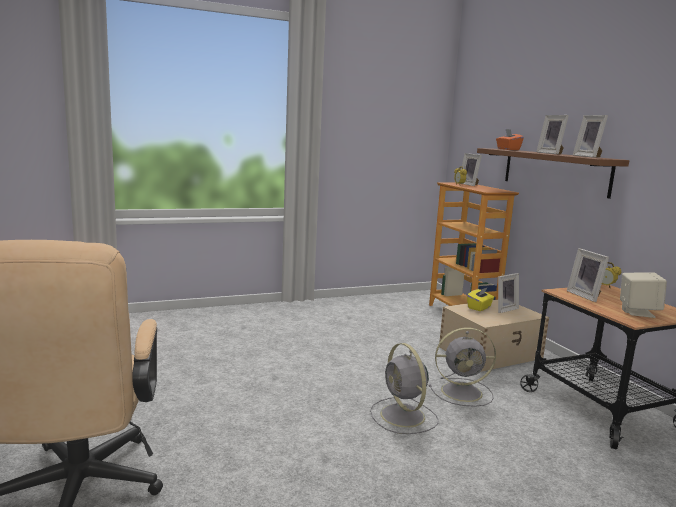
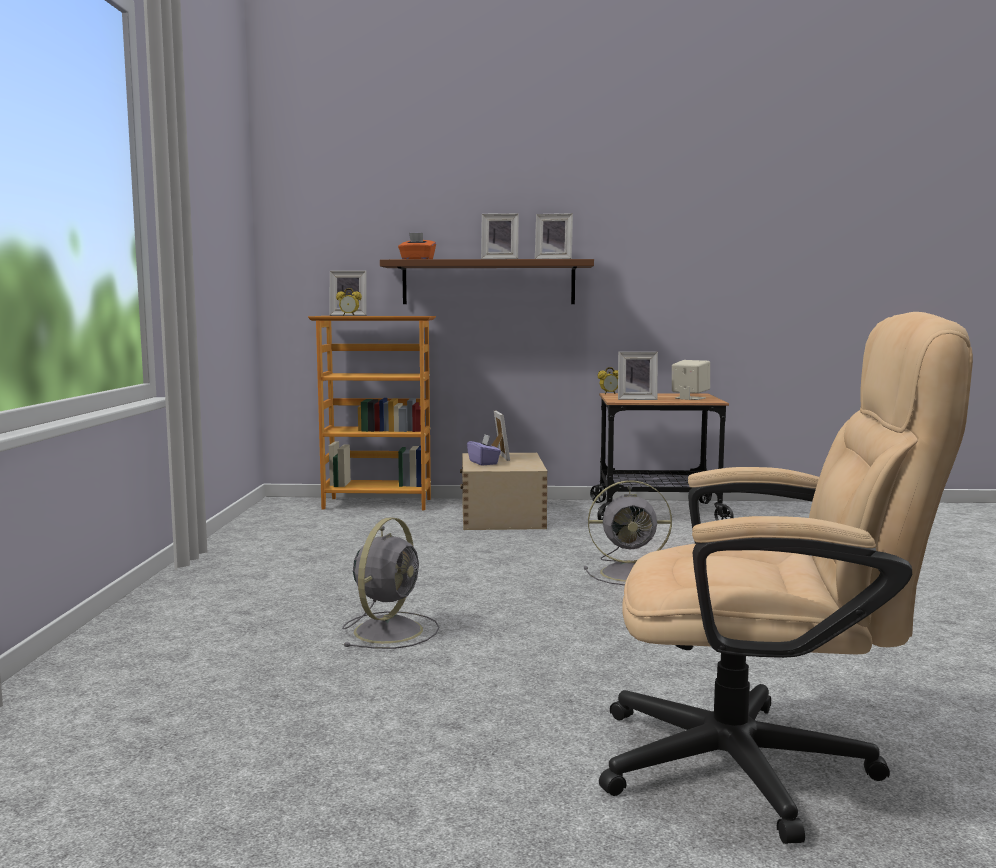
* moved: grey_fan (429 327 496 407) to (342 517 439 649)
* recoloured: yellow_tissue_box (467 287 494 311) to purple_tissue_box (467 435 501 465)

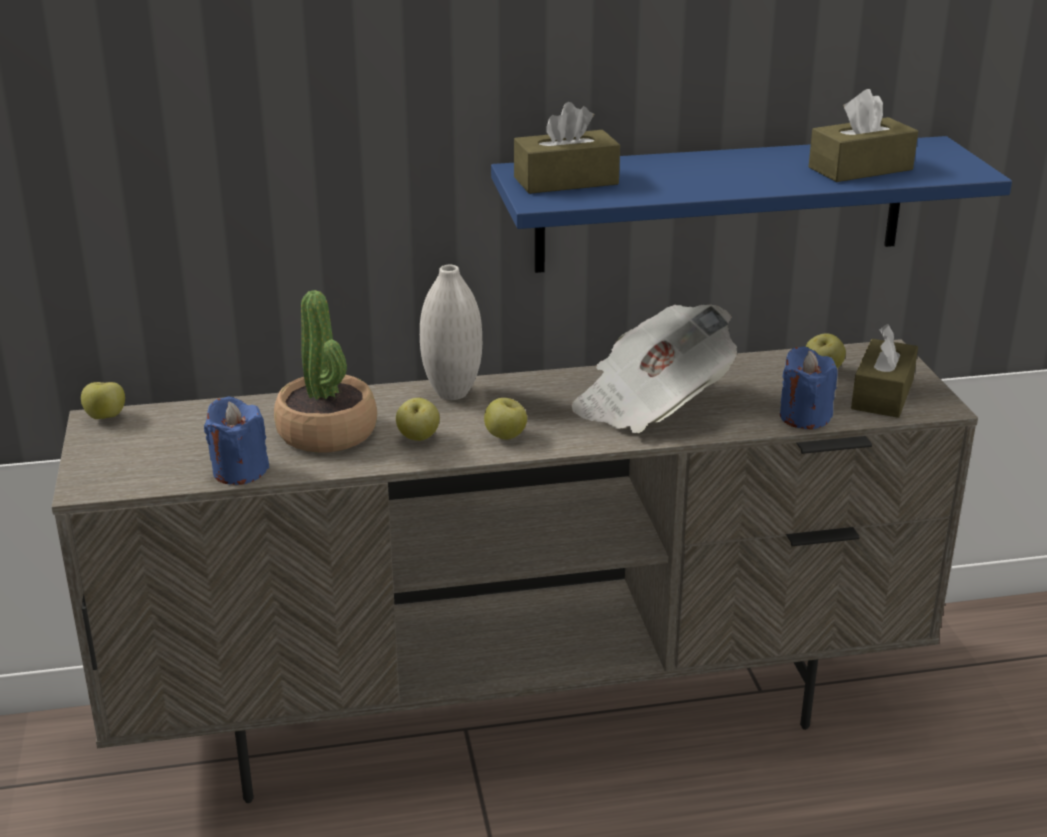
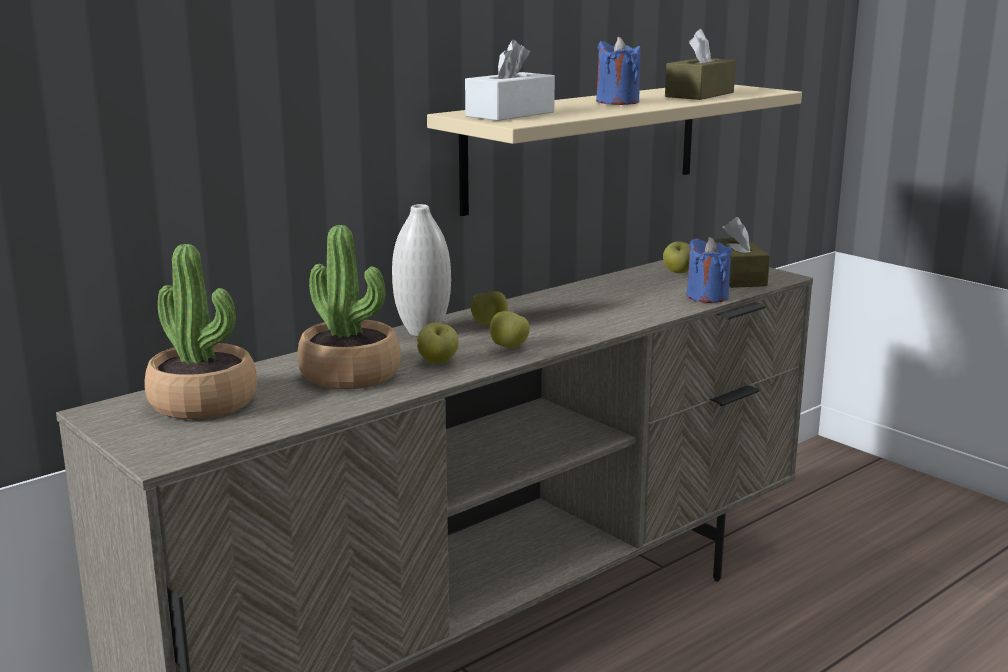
* added: potted_plant (144 244 257 419)
* recoloured: blue_shelf (491 136 1012 273) to beige_shelf (427 85 802 216)
* recoloured: brown_tissue_box (514 102 620 194) to white_tissue_box (465 40 555 121)
* moved: apple (81 382 125 419) to (470 291 508 326)
* moved: blue_candle (204 396 269 485) to (596 37 641 105)
* removed: newspaper (572 305 737 433)

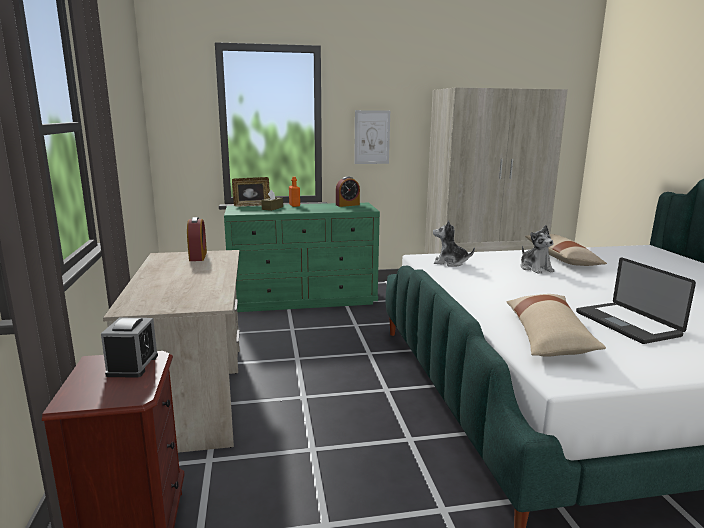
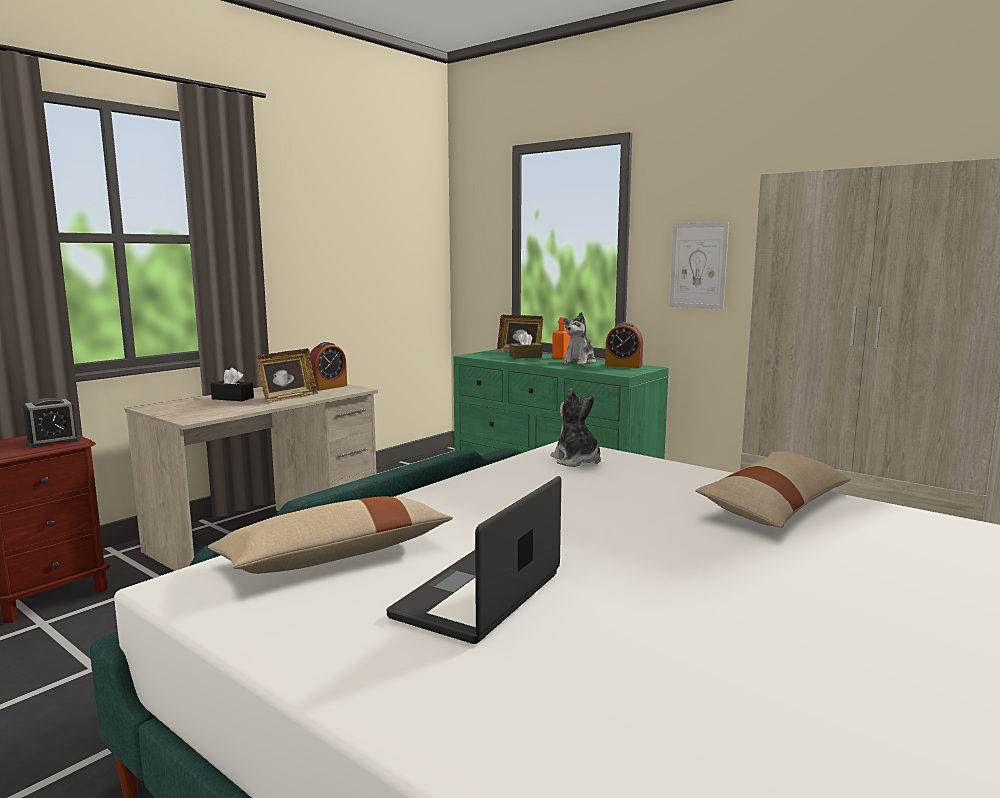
* added: black_tissue_box (211 368 254 401)
* added: picture_frame (257 349 318 403)
* moved: plush_toy (520 225 555 274) to (562 312 596 365)

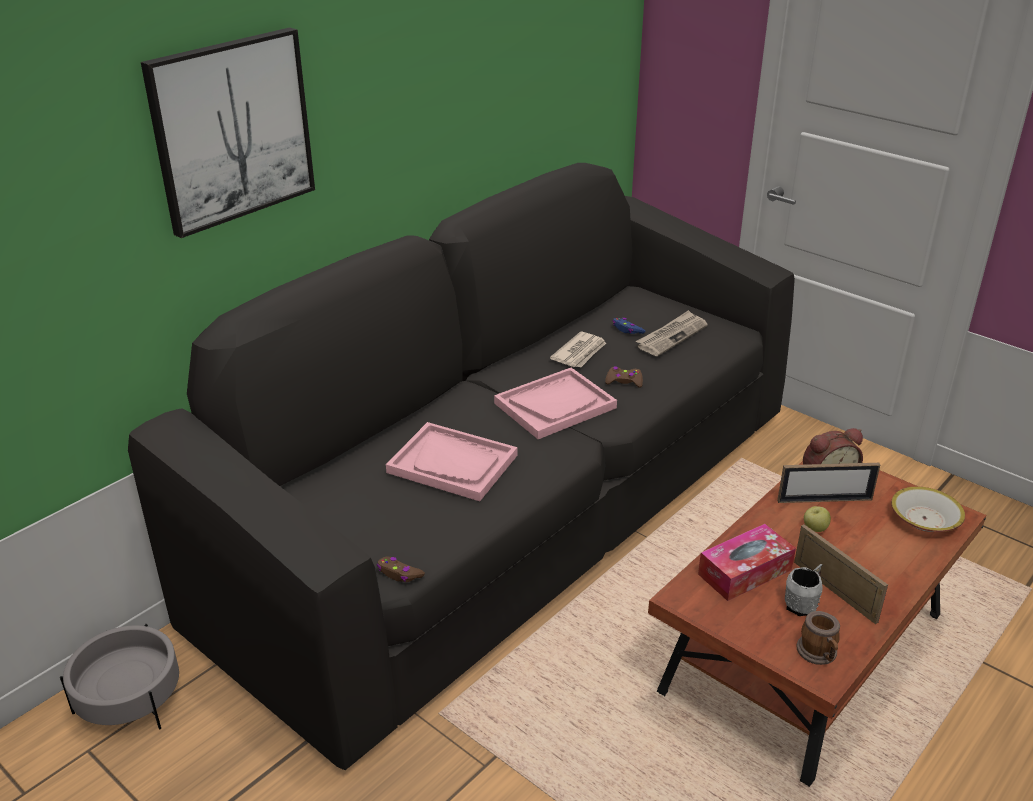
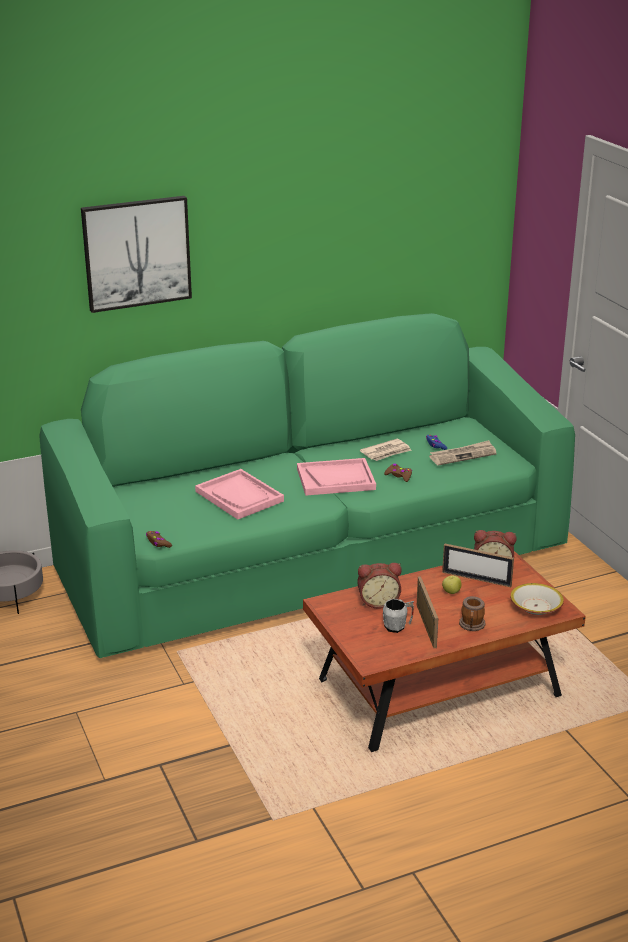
* recoloured: black_sofa (128 163 795 770) to green_sofa (39 313 575 658)
* replaced: tissue_box (698 524 796 601) to alarm_clock (357 563 401 609)
* moved: mug (797 611 840 665) to (459 596 486 631)

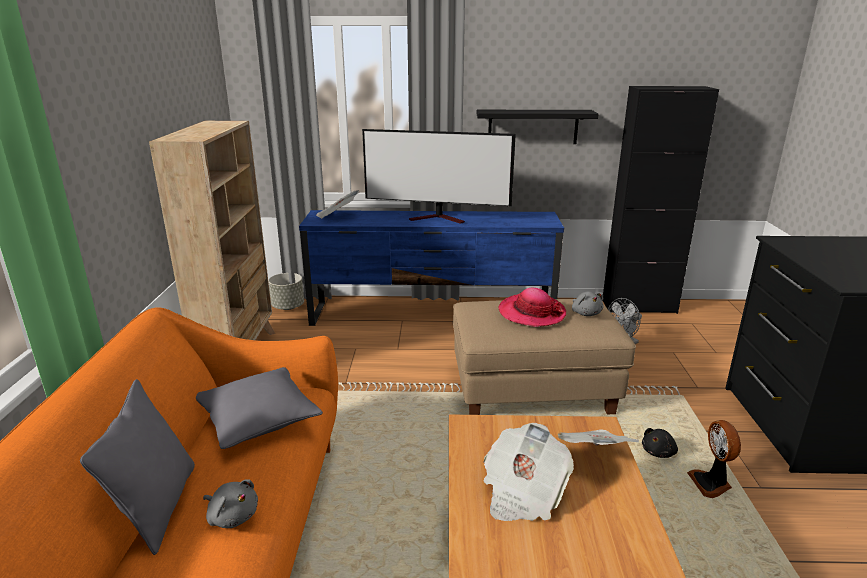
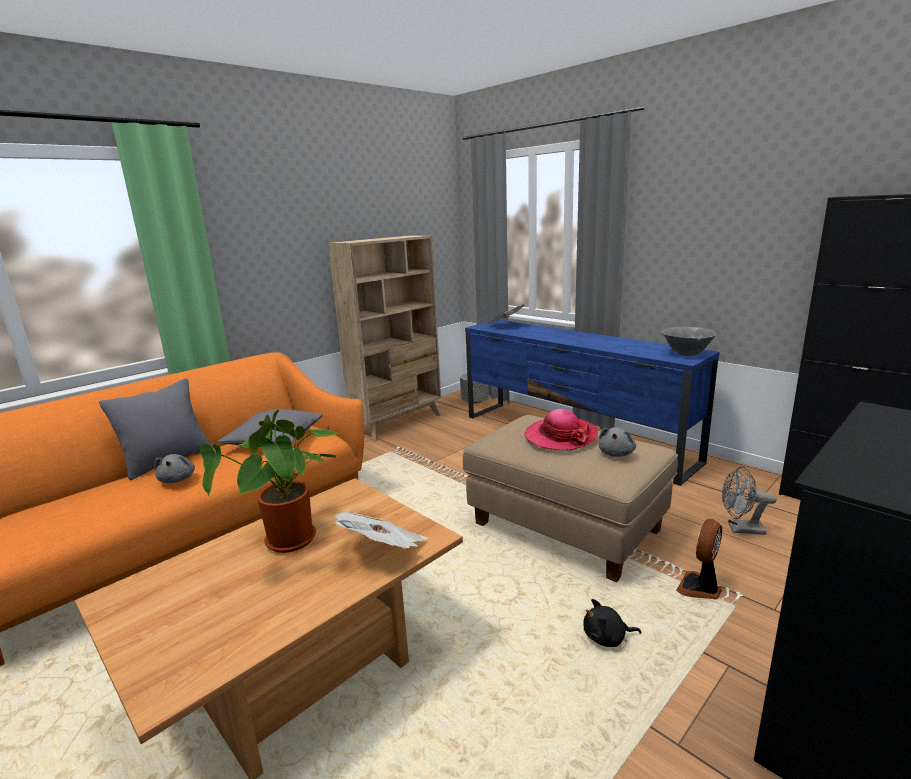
* replaced: newspaper (484 423 574 521) to potted_plant (200 410 339 553)
* added: grey_bowl (662 327 717 356)
* moved: fan (687 420 741 498) to (677 519 722 599)
* removed: television (362 129 516 224)
* removed: black_shelf (477 110 598 144)

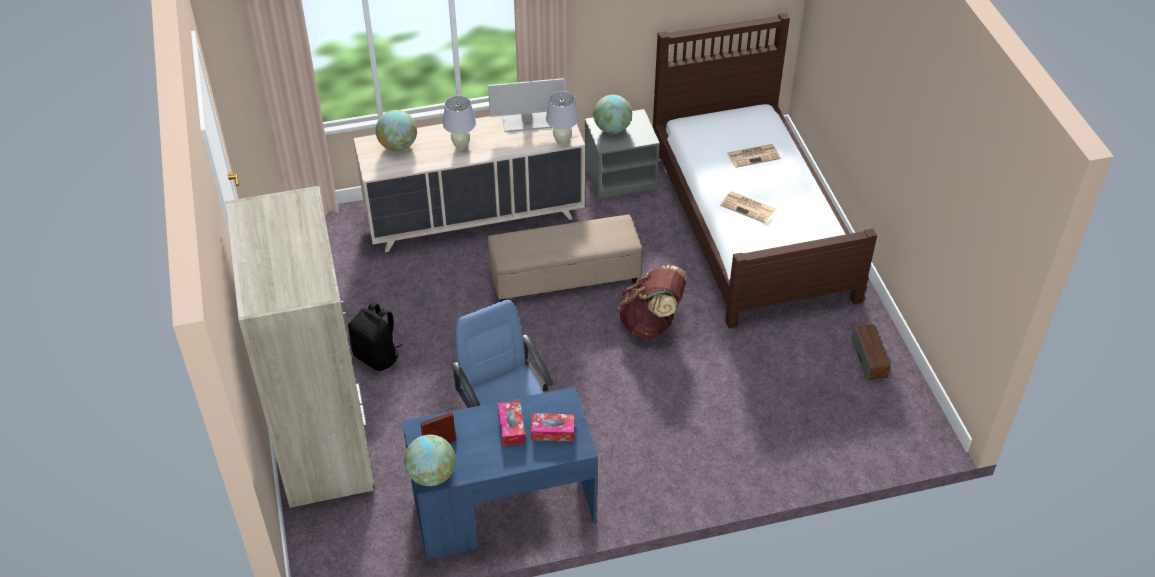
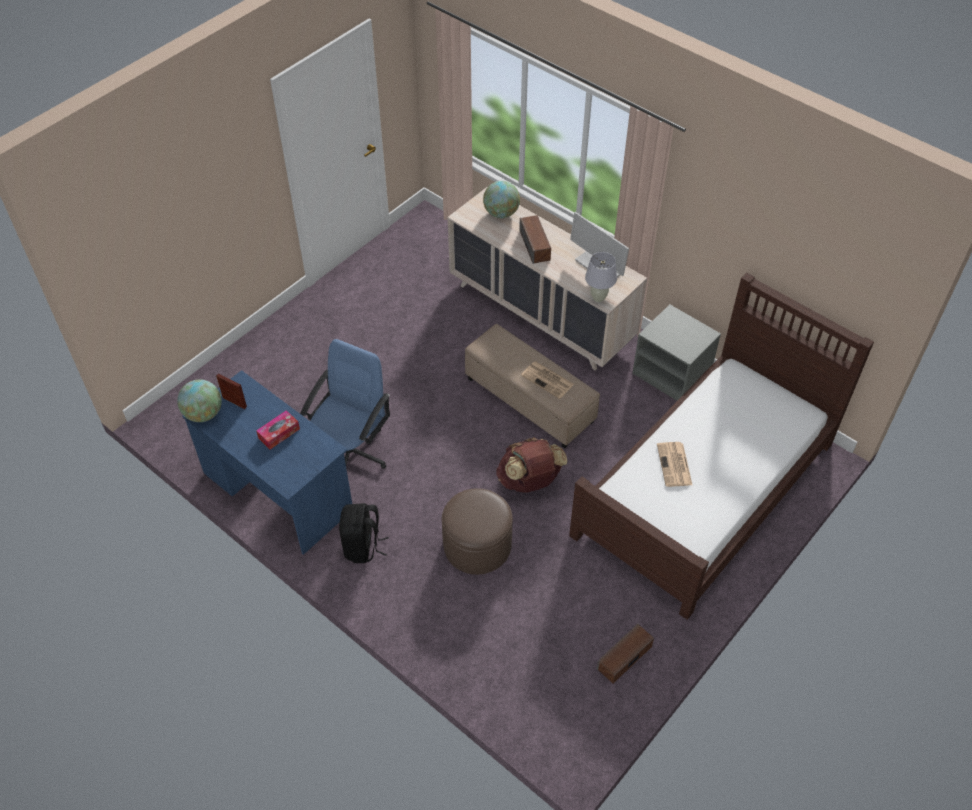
* moved: black_backpack (348 302 402 371) to (339 503 389 563)
* added: brown_ottoman (442 488 513 575)
* replaced: white_table_lamp (443 96 476 150) to speaker (519 215 551 264)
* moved: newspaper (727 144 781 168) to (521 362 574 399)
* removed: beige_wardrobe (225 186 374 508)
* removed: tissue_box (531 413 575 441)
* removed: globe (593 95 632 134)

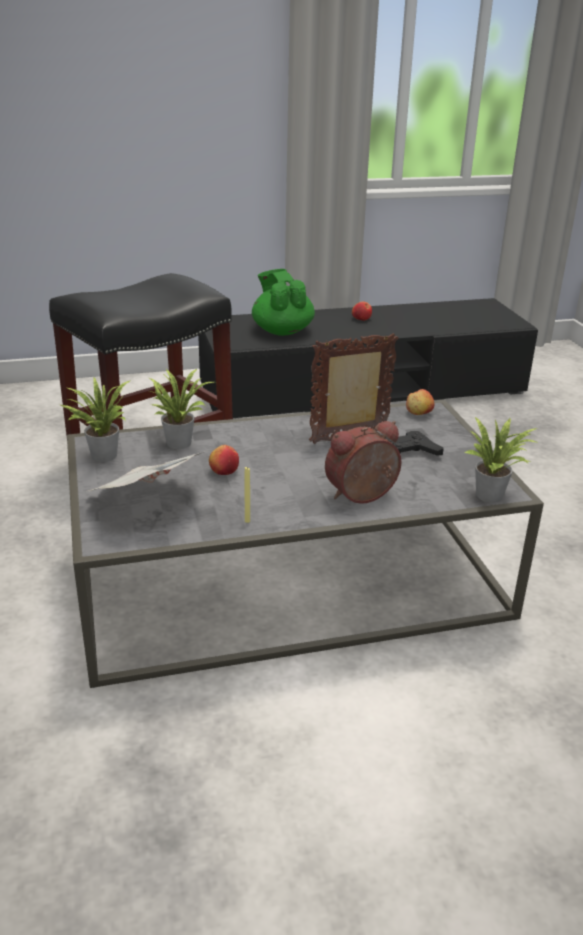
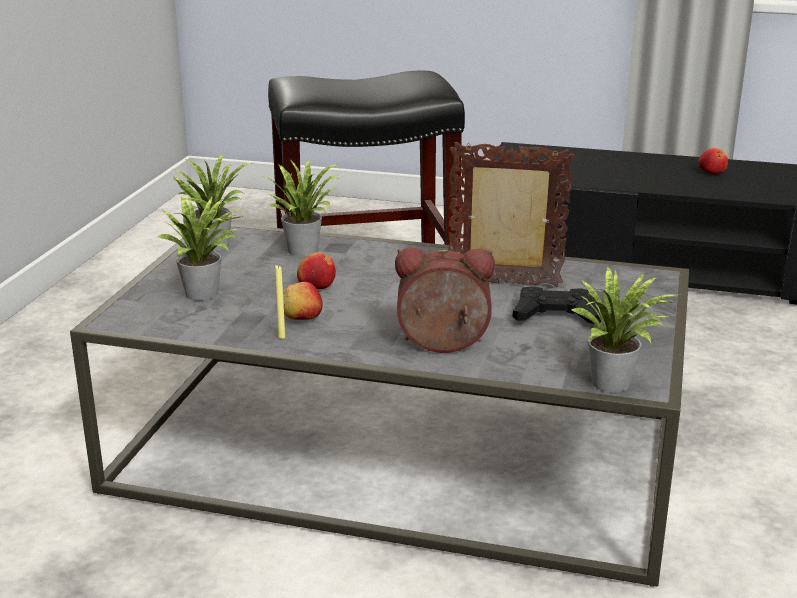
* replaced: newspaper (88 451 207 491) to potted_plant (158 196 244 301)
* moved: apple (406 389 435 415) to (283 282 323 320)
* removed: green_teapot (252 269 315 336)

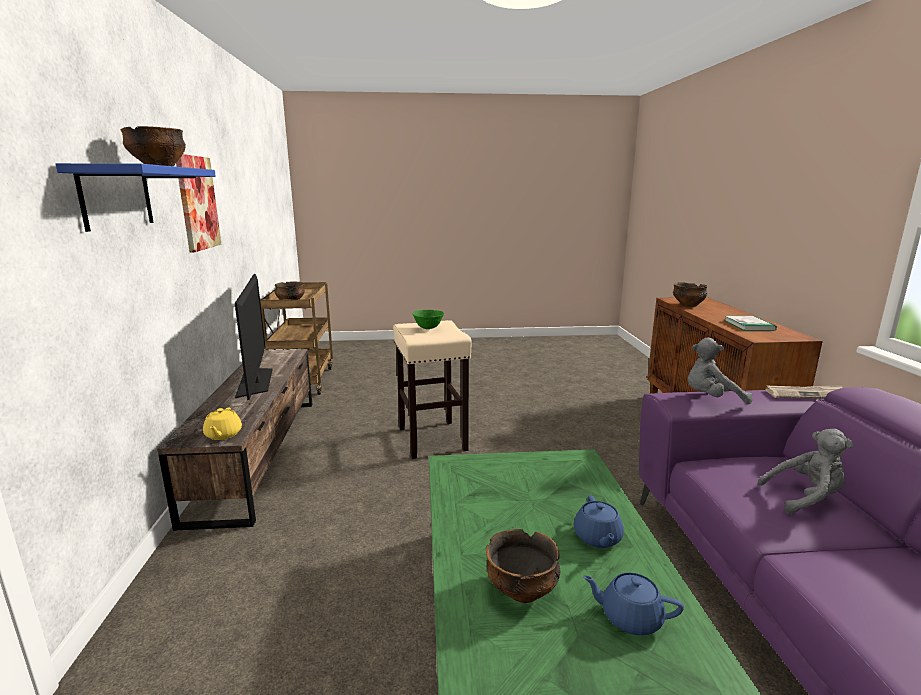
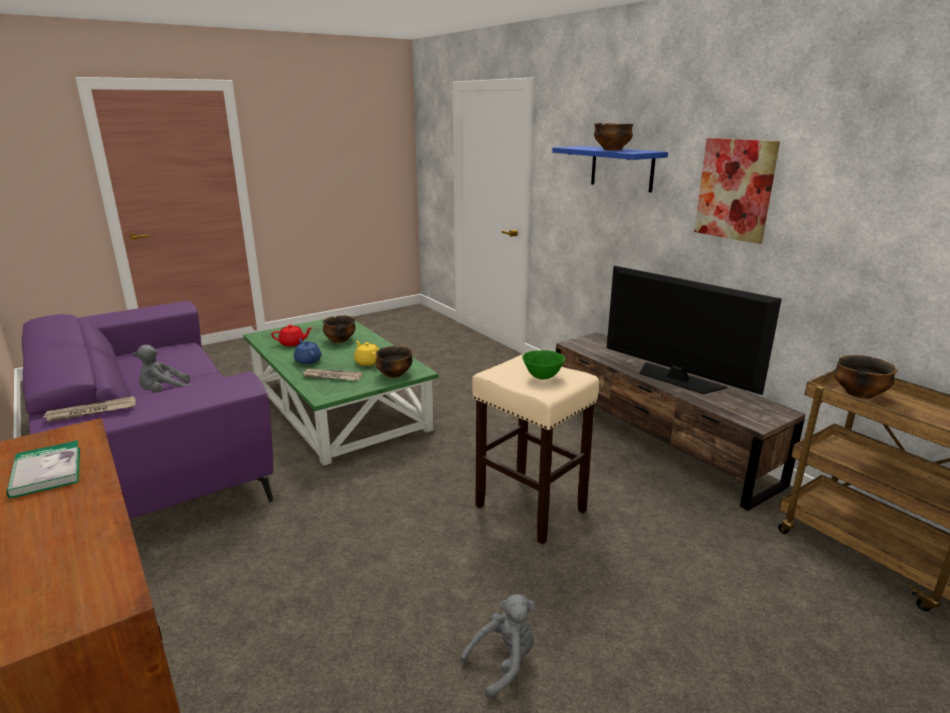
* recoloured: blue_teapot (583 572 684 635) to red_teapot (271 325 313 346)
* added: newspaper (303 369 363 380)
* moved: yellow_teapot (203 407 242 440) to (354 340 379 366)
* moved: bowl (673 282 708 307) to (375 346 413 378)
* moved: grey_plush_toy (688 338 752 404) to (460 594 535 699)

